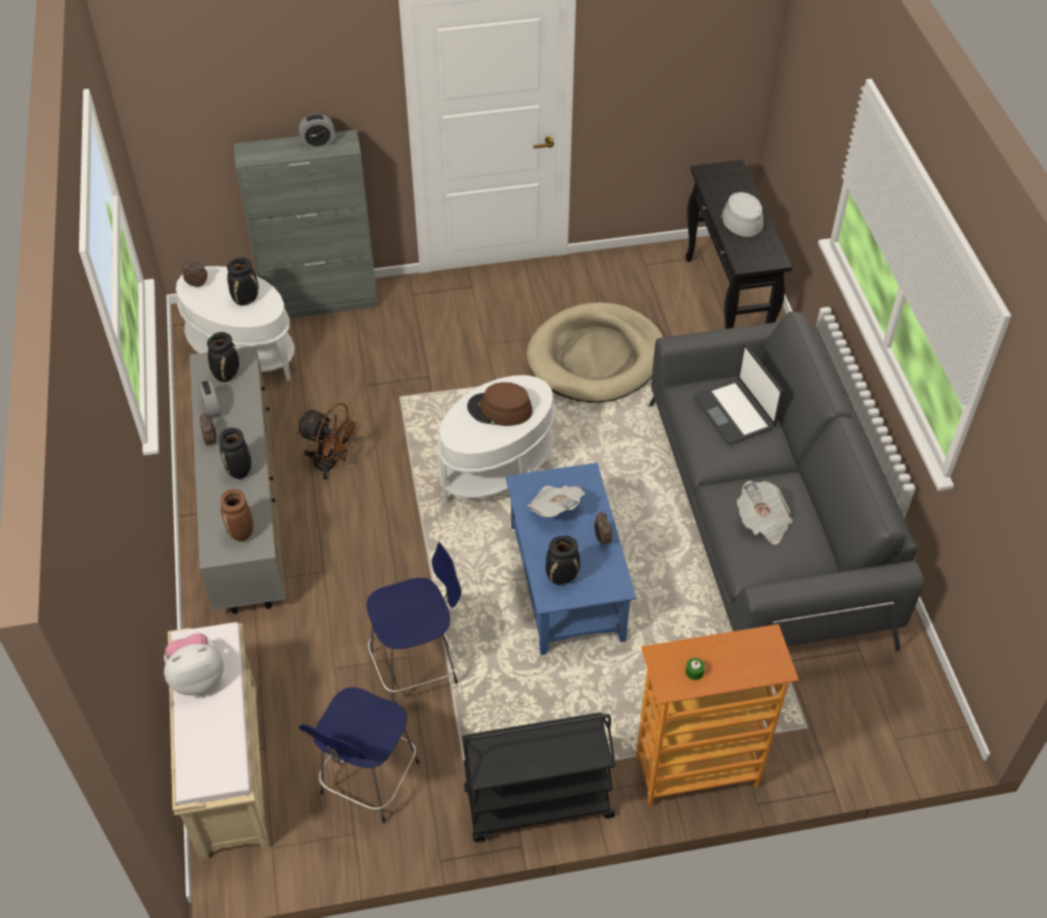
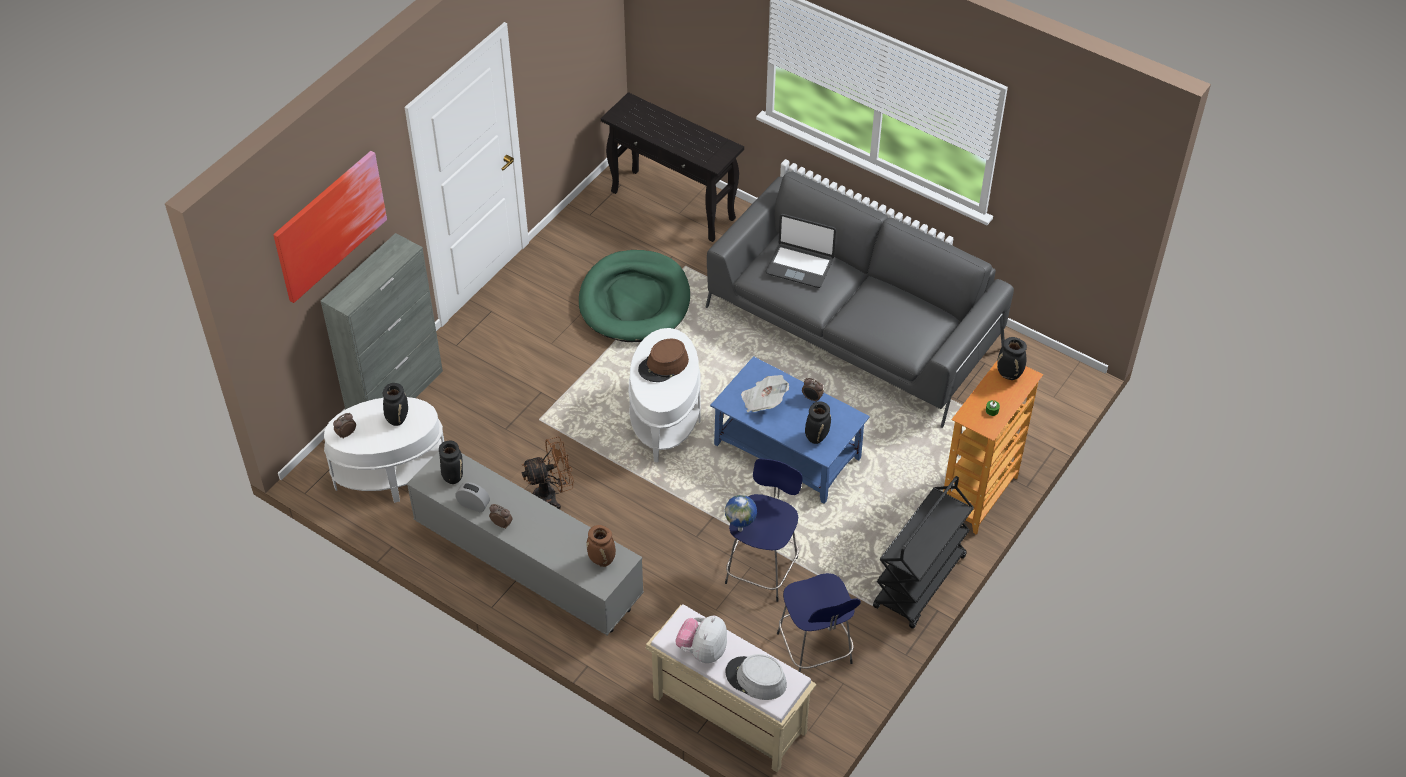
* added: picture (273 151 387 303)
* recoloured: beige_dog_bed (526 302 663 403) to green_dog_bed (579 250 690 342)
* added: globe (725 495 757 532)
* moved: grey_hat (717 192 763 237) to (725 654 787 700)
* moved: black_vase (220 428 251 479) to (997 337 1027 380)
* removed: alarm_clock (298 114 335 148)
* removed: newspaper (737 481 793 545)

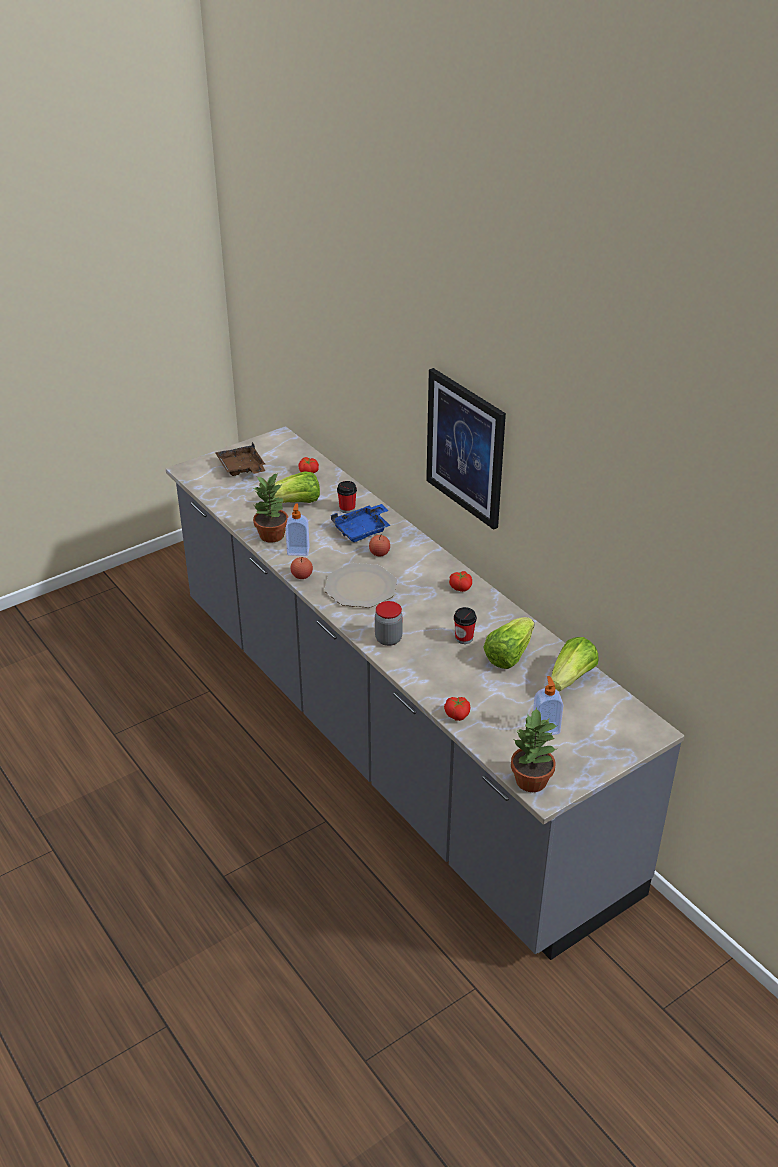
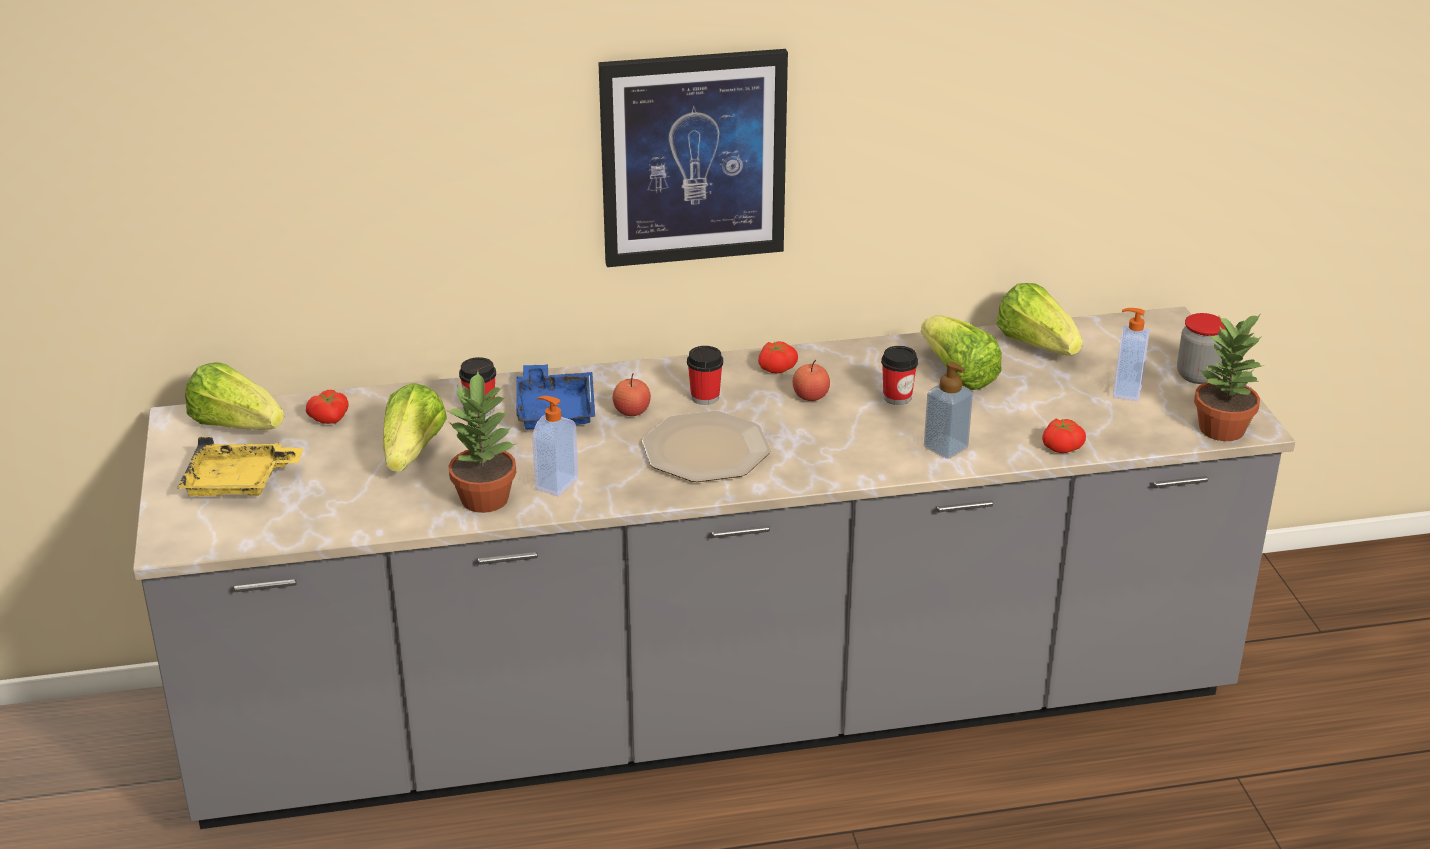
* recoloured: brown_tray (215 442 266 476) to yellow_tray (177 436 303 496)
* added: lettuce (185 362 284 430)
* added: cup (687 346 723 405)
* moved: apple (290 557 313 579) to (793 359 830 401)
* added: soap_dispenser (924 362 973 459)
* moved: jar (375 601 403 646) to (1177 313 1225 384)

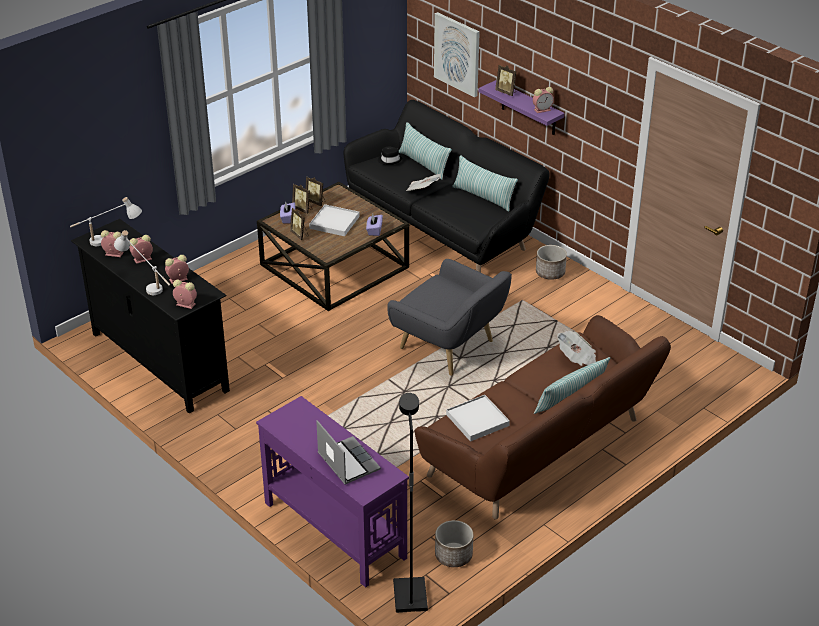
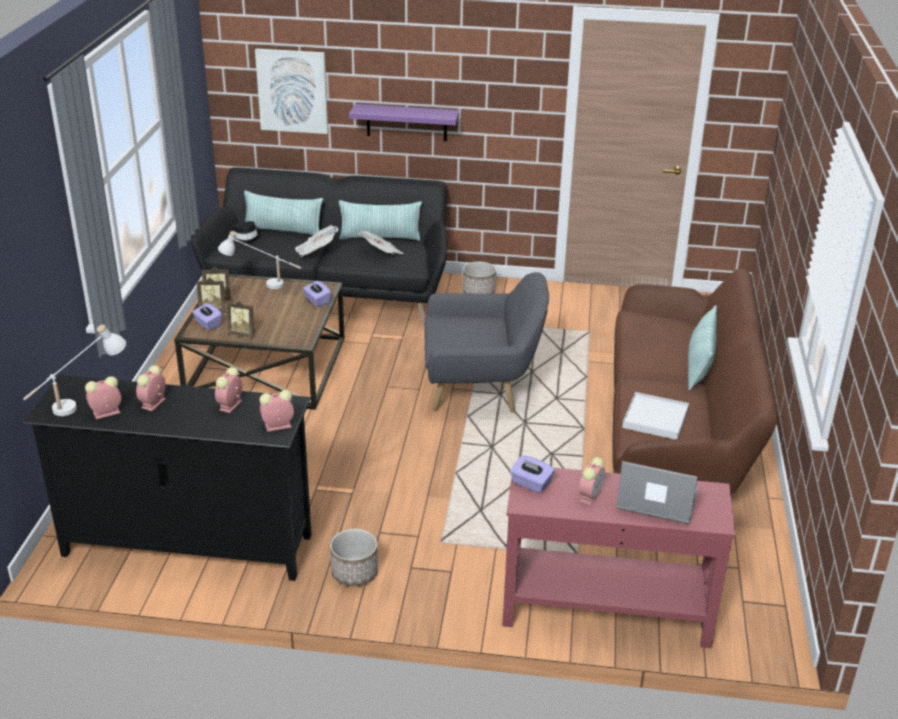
* moved: white_table_lamp (114 230 170 295) to (218 231 301 289)
* moved: planter (435 520 473 567) to (330 529 378 586)
* moved: newspaper (557 331 596 366) to (358 231 404 254)
* recoloured: purple_console_table (256 396 409 588) to red_console_table (502 464 735 648)
* added: purple_tissue_box (510 456 555 493)
* moved: alarm_clock (533 87 554 113) to (579 457 605 505)
* removed: white_tray (309 204 360 236)
* removed: black_floor_lamp (393 393 428 613)
* removed: picture_frame (495 65 516 96)

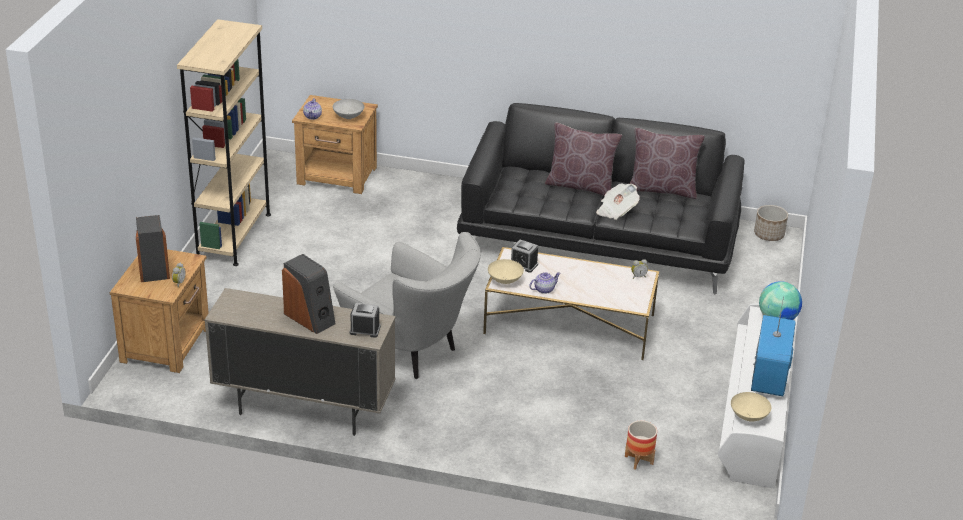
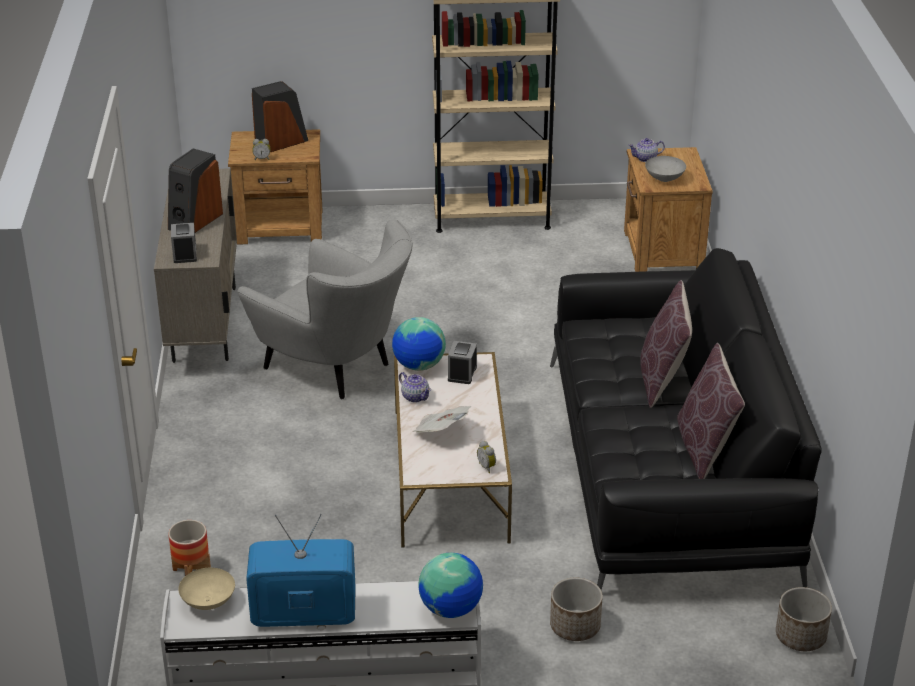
* turned: grey_armchair (333 232 481 379) = (237 220 413 399) 75 degrees counterclockwise
* replaced: beige_bowl (488 259 524 284) to globe (392 317 446 371)
* moved: newspaper (596 184 640 220) to (413 406 471 433)
* added: planter (550 578 603 641)

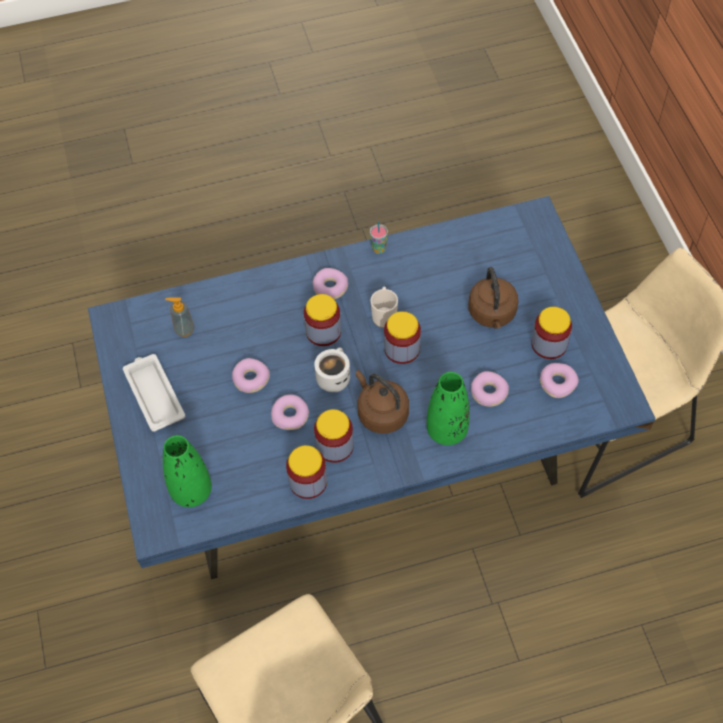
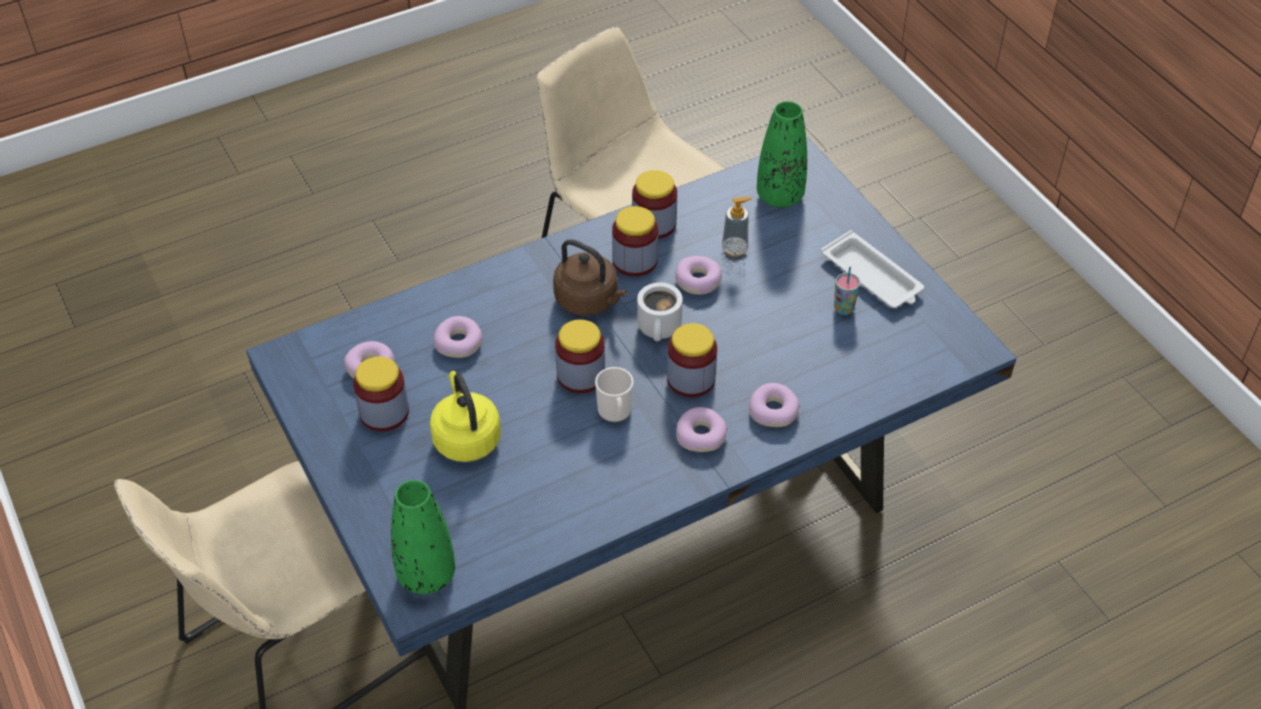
* moved: green_vase (427 372 470 445) to (391 480 455 594)
* recoloured: brown_kettle (468 267 518 329) to yellow_kettle (430 371 501 462)
* moved: soap_dispenser (165 297 195 337) to (722 197 752 257)
* moved: donut (232 358 270 393) to (749 383 800 427)
* moved: cup (370 222 388 254) to (834 267 860 315)

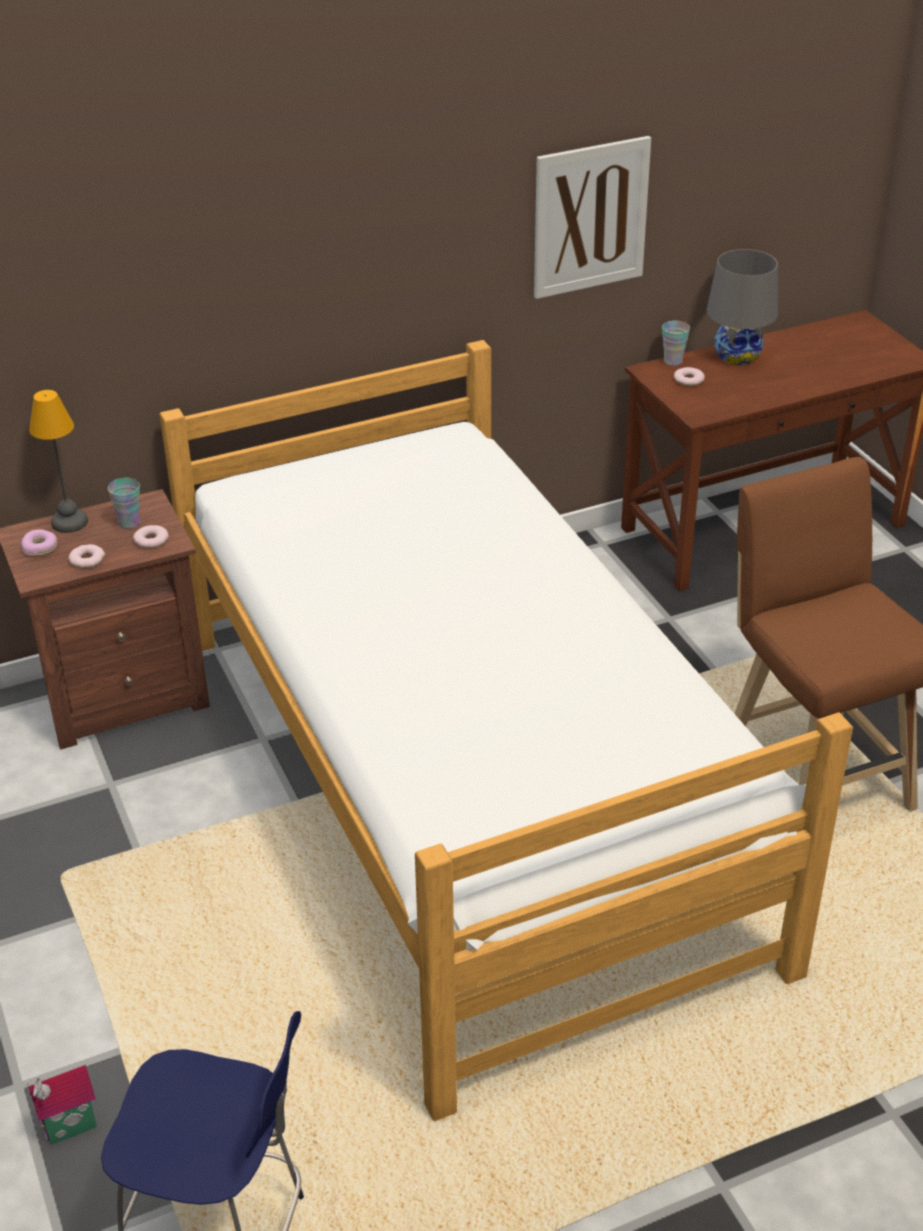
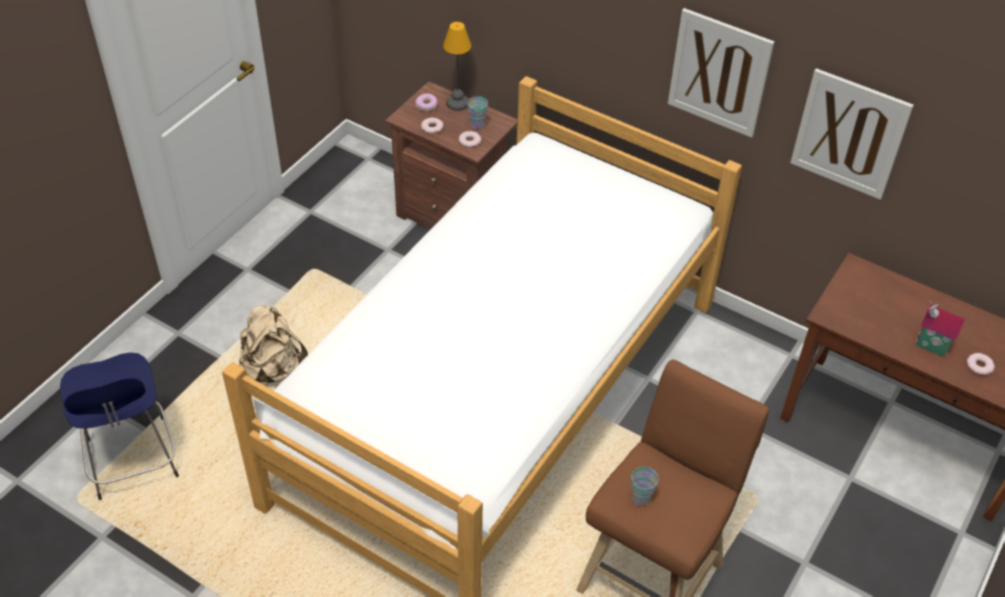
* added: beige_backpack (239 305 308 383)
* moved: cup (662 321 690 366) to (631 467 659 506)
* added: picture (668 8 775 138)
* moved: toy_house (27 1065 97 1145) to (916 301 965 357)
* moved: donut (674 367 705 386) to (967 353 995 375)
* removed: grey_table_lamp (707 249 778 365)

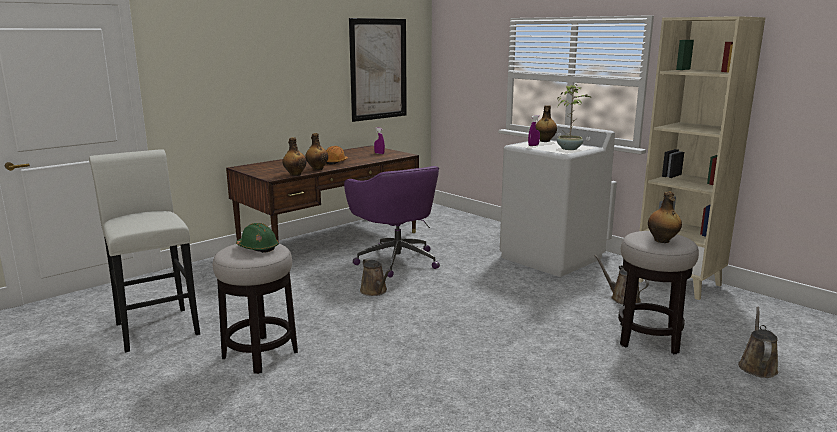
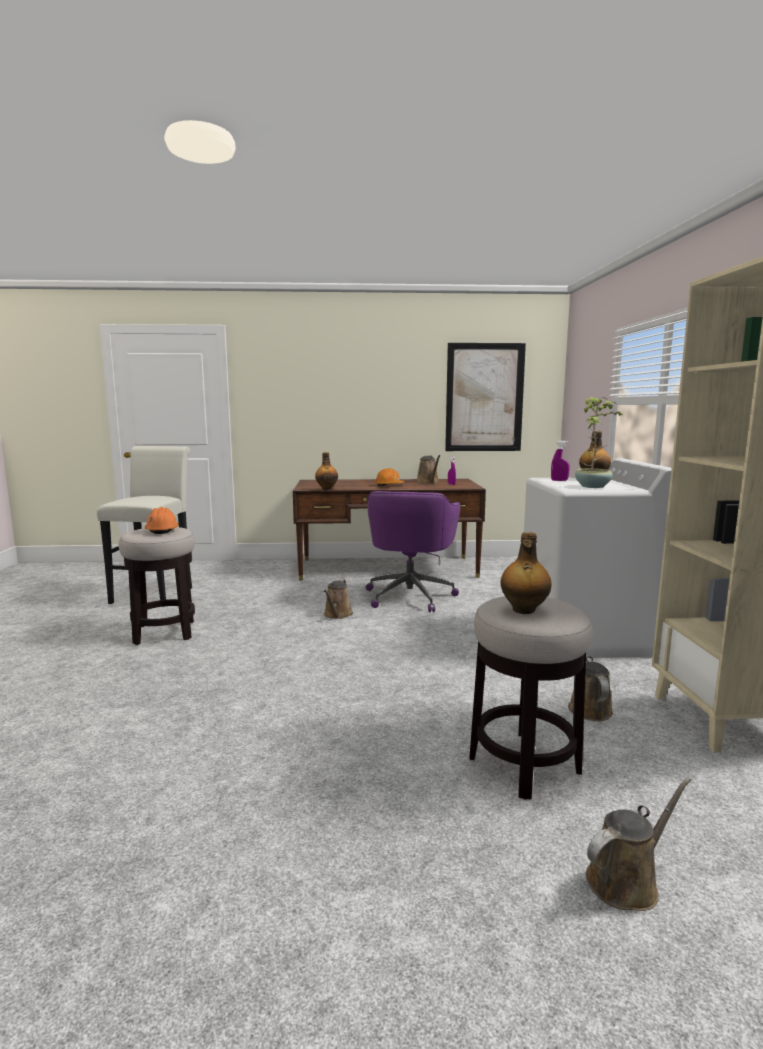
* recoloured: green_hard_hat (236 223 279 253) to orange_hard_hat (145 507 179 534)
* added: brown_watering_can (416 455 440 484)
* removed: bottle (305 133 328 170)

